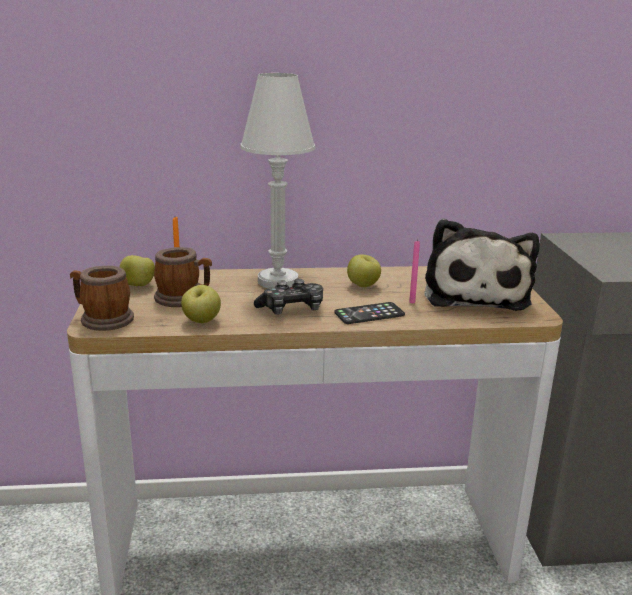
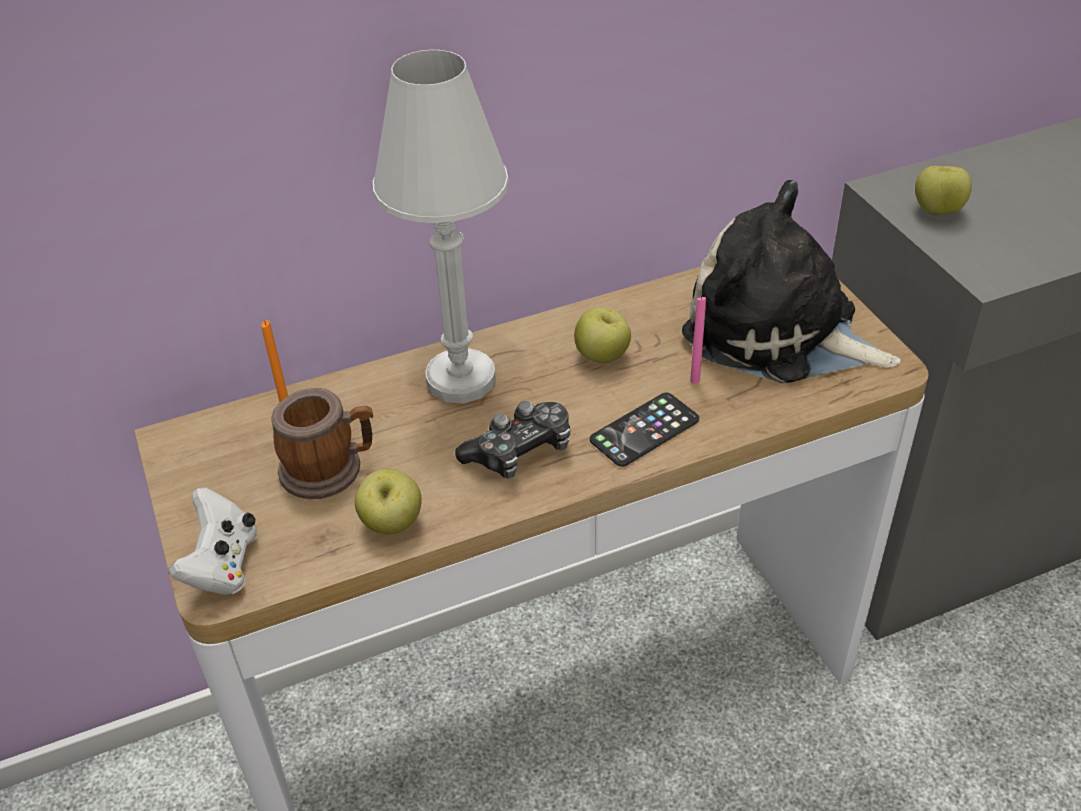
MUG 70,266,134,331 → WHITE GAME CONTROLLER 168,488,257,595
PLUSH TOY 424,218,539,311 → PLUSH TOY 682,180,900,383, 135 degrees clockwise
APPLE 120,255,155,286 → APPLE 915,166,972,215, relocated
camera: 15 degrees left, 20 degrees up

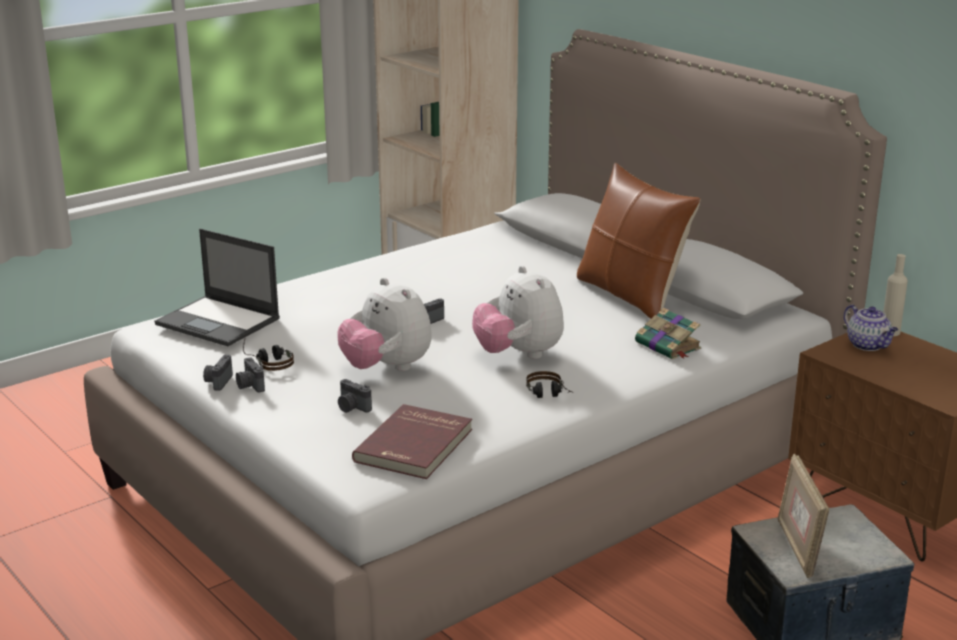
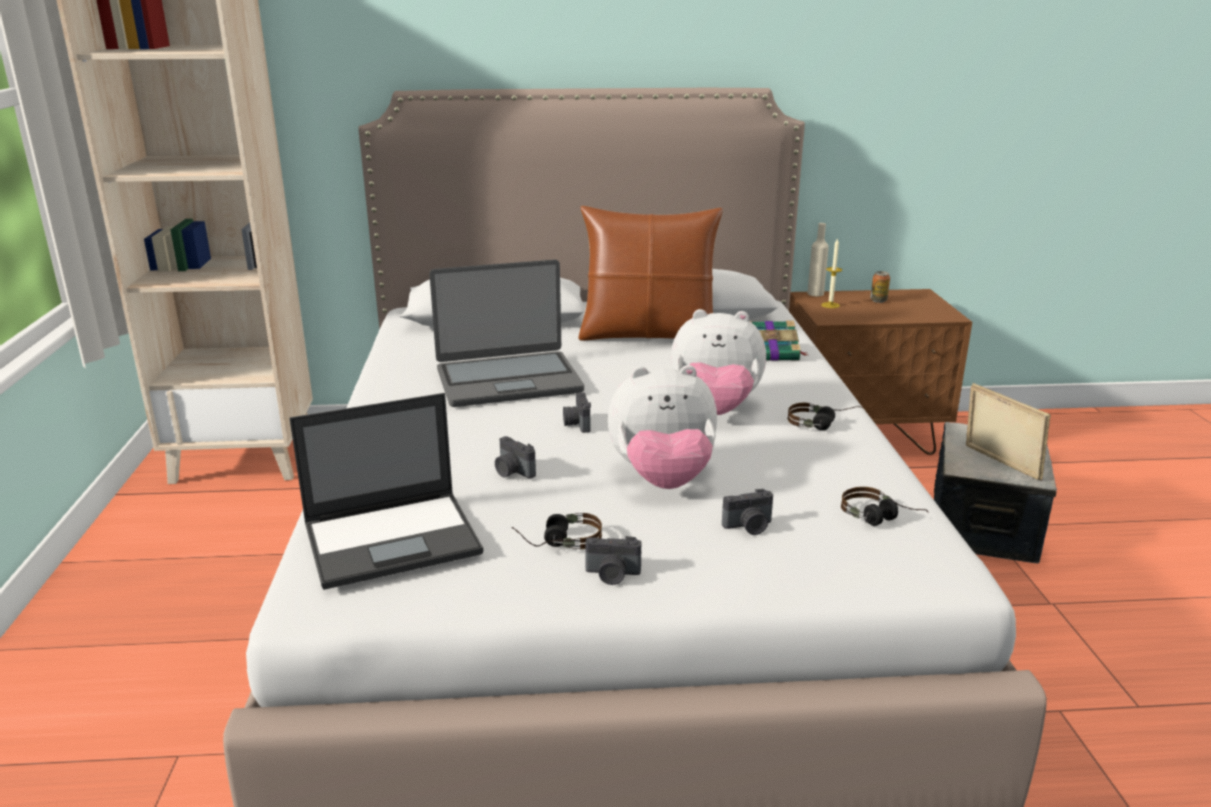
- → LAPTOP 429,259,584,407
PHOTO CAMERA 203,355,233,391 → PHOTO CAMERA 495,436,536,478, relocated
TEAPOT 844,305,898,351 → CANDLE 821,239,842,308
RED BOOK 352,404,472,479 → HEADPHONES 841,487,928,526
- → CAN 870,271,890,303
PICTURE FRAME 778,454,829,578 → PICTURE FRAME 966,382,1051,481, 150 degrees counterclockwise
camera: 55 degrees left, 0 degrees up

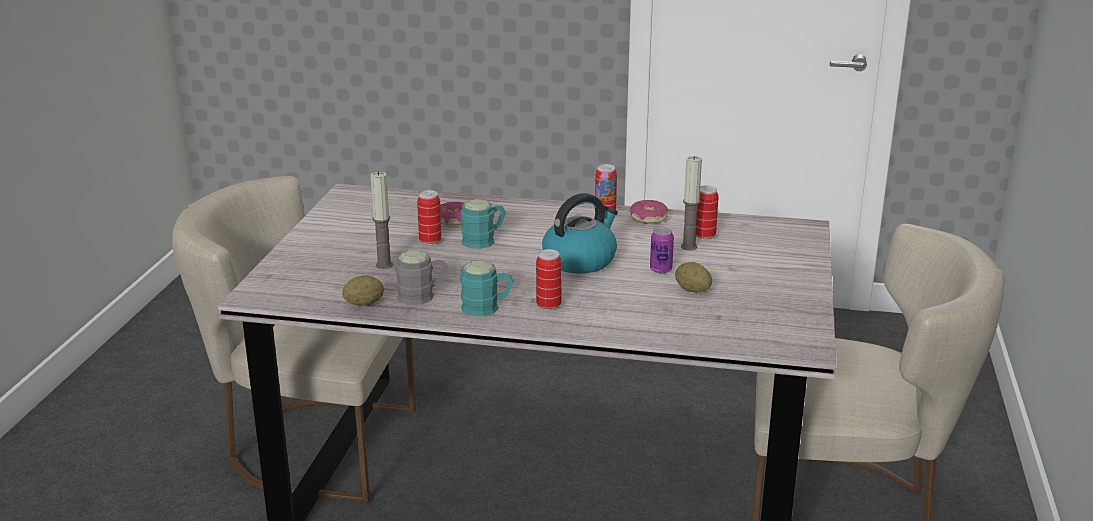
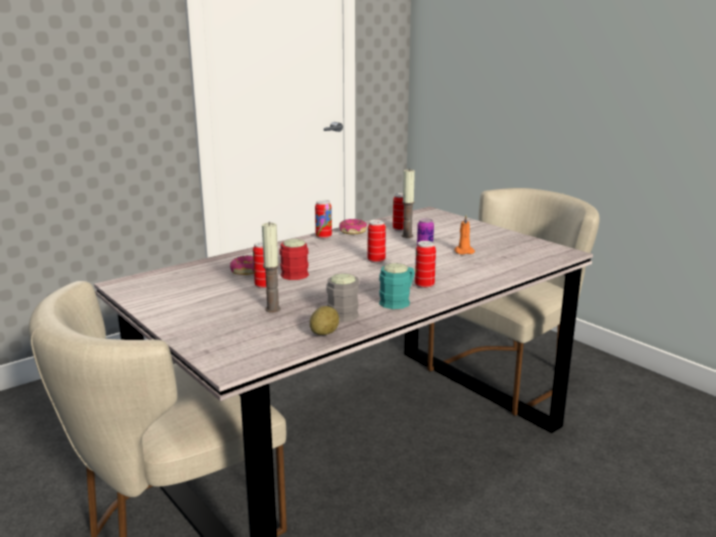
TURQUOISE MUG 461,199,506,249 → RED MUG 279,239,309,280
KETTLE 542,193,618,273 → CAN 368,220,386,263
POTATO 675,262,712,293 → ORANGE CANDLE 454,215,475,255
camera: 50 degrees left, 5 degrees down

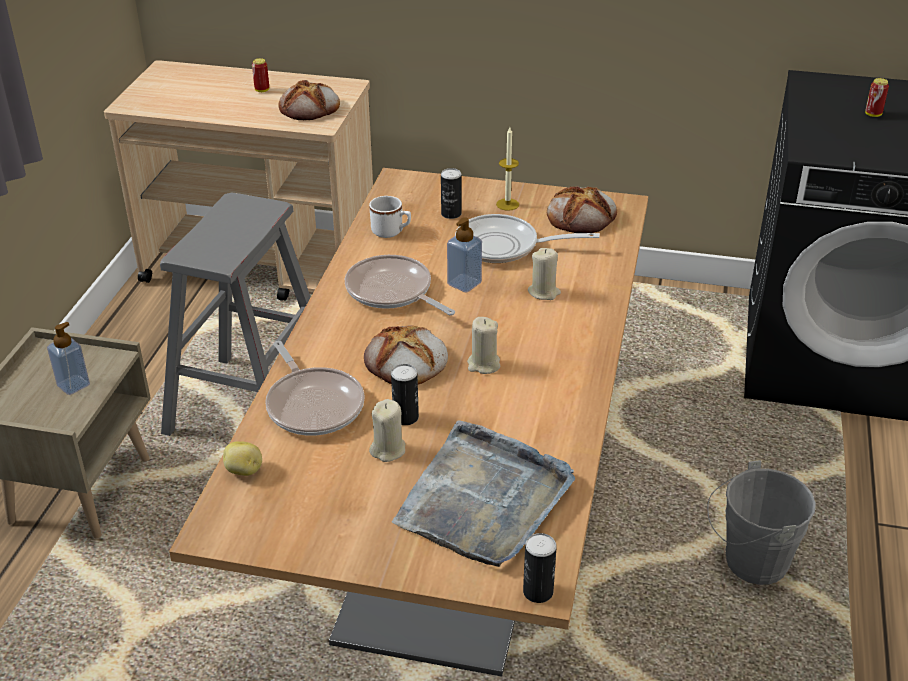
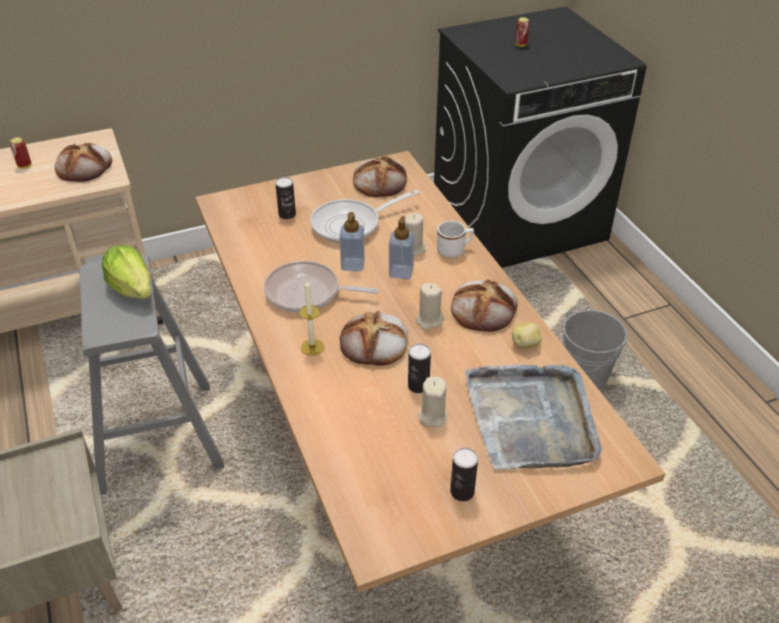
- → LETTUCE 102,245,151,299
CANDLE 496,127,519,211 → CANDLE 299,281,324,356, relocated
SOAP DISPENSER 47,322,90,395 → SOAP DISPENSER 389,216,414,280, relocated
WHITE MUG 369,196,411,238 → WHITE MUG 437,221,474,258, relocated
CAN 523,533,557,603 → CAN 450,448,478,501, relocated
- → BREAD 451,280,518,332
POTATO 223,441,262,476 → POTATO 512,322,542,349, relocated
FRYING PAN 265,341,365,436 → -
camera: 35 degrees left, 5 degrees up

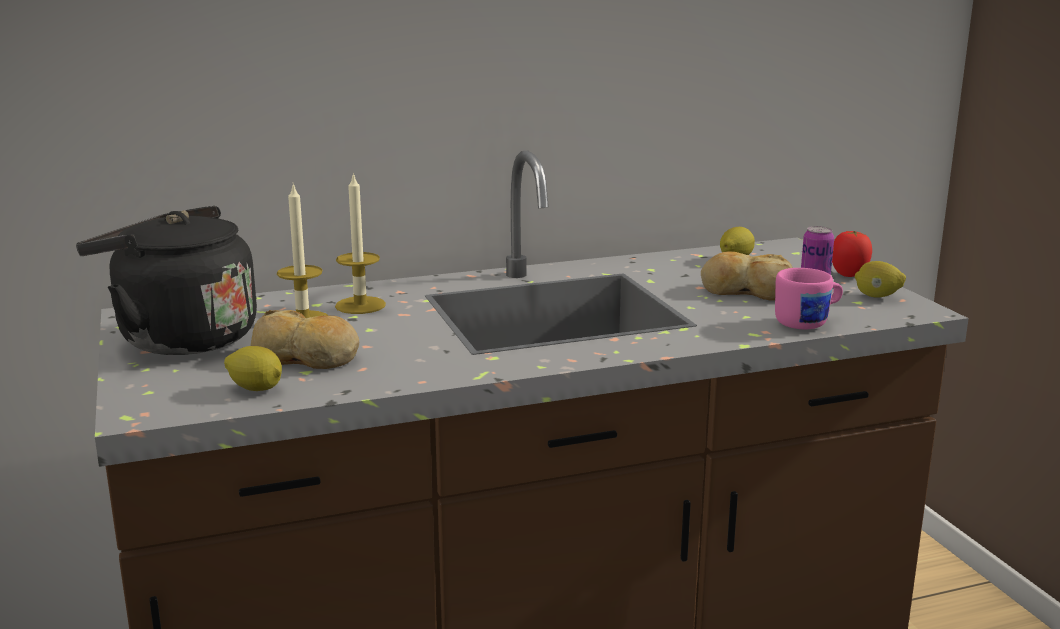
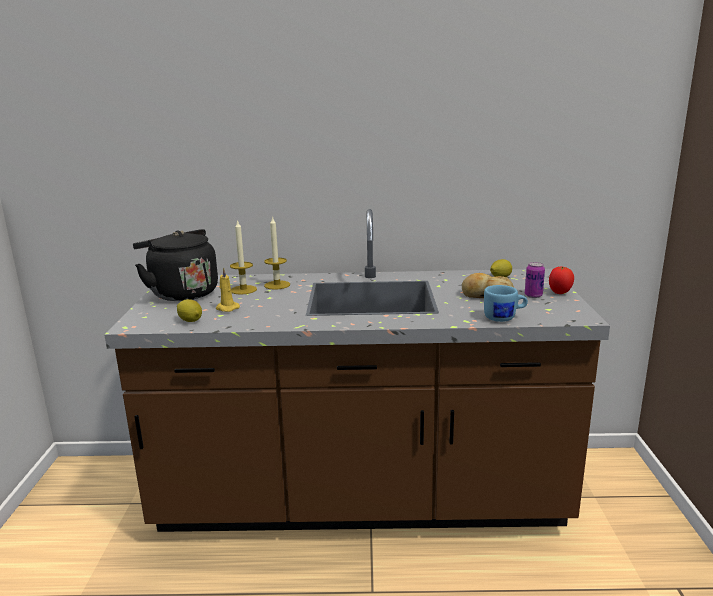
BREAD 251,310,359,369 → YELLOW CANDLE 216,267,240,312
PINK MUG 775,268,843,329 → BLUE MUG 484,285,528,322
LEMON 855,261,906,298 → -
camera: 20 degrees right, 0 degrees up

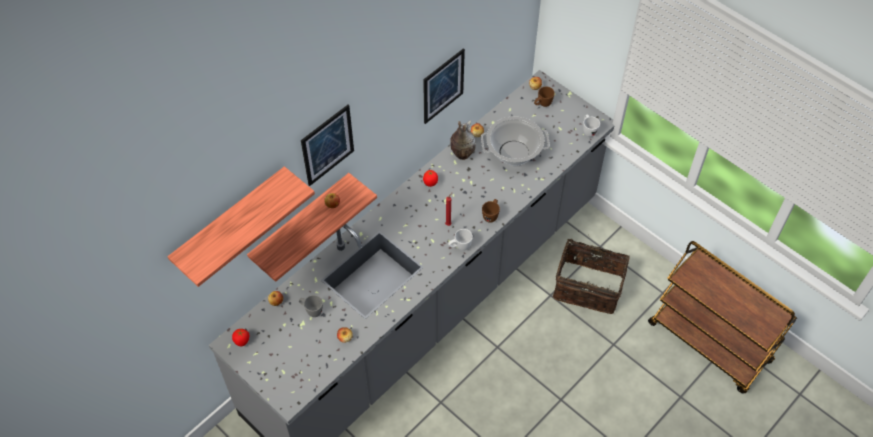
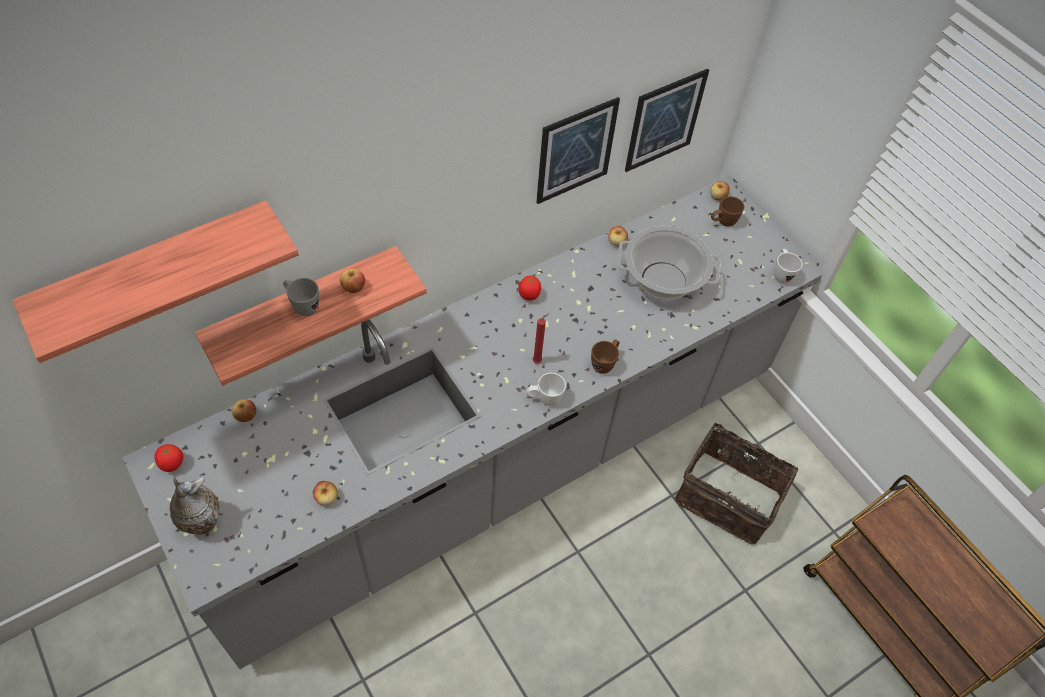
VASE 450,121,476,160 → VASE 170,477,219,535, relocated
GREY MUG 299,295,323,317 → GREY MUG 283,278,319,316, relocated
PICTURE 301,105,354,186 → PICTURE 625,69,709,172, relocated
camera: 10 degrees right, 0 degrees up

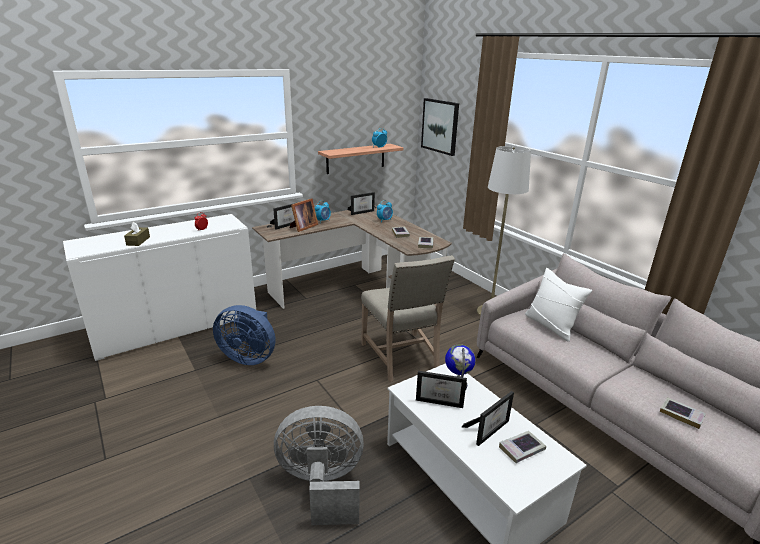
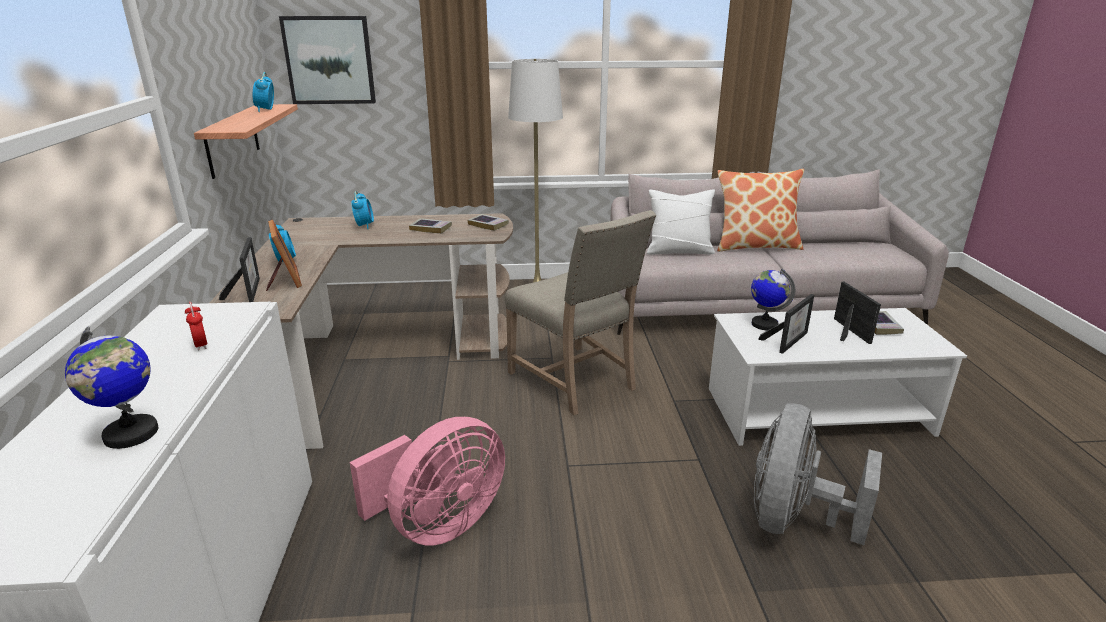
BROWN TISSUE BOX 124,222,150,246 → GLOBE 65,327,158,449
BLUE FAN 213,305,275,365 → PINK FAN 350,417,505,546
BEIGE CHAIR 361,255,455,382 → BEIGE CHAIR 505,210,656,415, 45 degrees clockwise
- → PILLOW 717,169,804,252
PICTURE FRAME 348,192,375,215 → -
BOOK 660,397,706,429 → -
camera: 60 degrees left, 0 degrees up

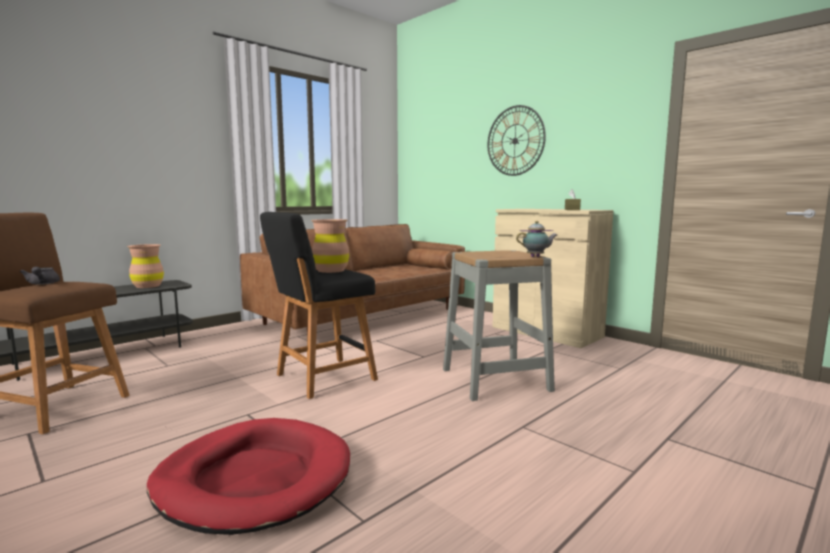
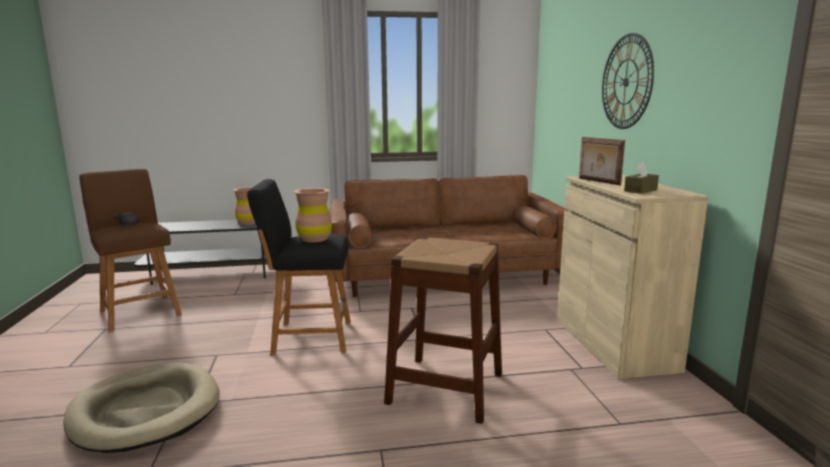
RED DOG BED 147,418,350,535 → BEIGE DOG BED 63,362,220,453
GREY STOOL 443,250,555,401 → BROWN STOOL 384,237,502,424
- → PICTURE FRAME 579,137,625,186
TEAPOT 516,221,557,257 → -
camera: 35 degrees right, 5 degrees up

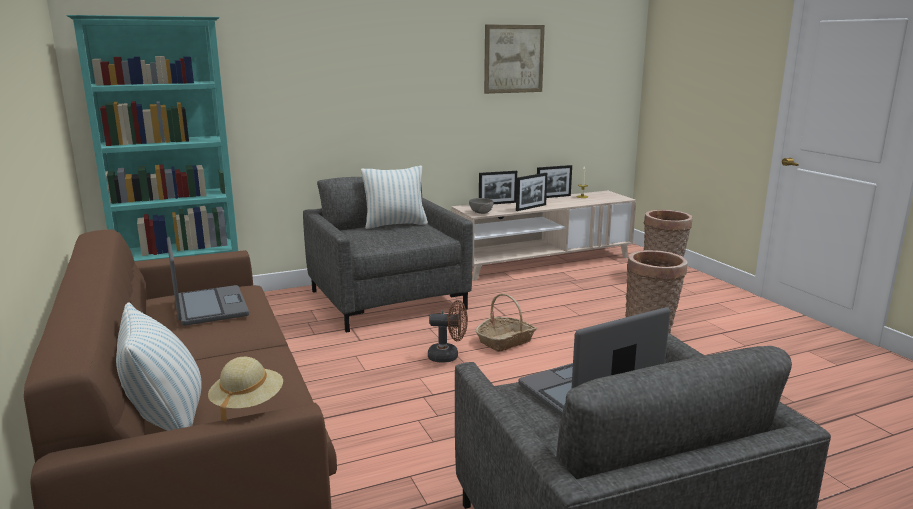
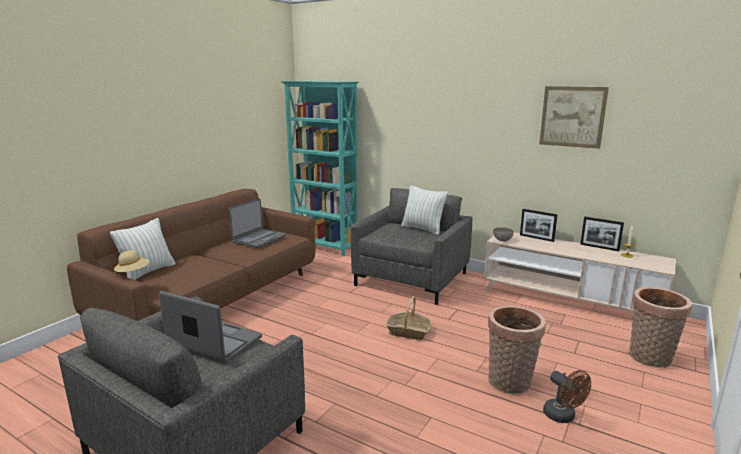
BROWN FAN 428,300,468,363 → BROWN FAN 543,370,591,423, relocated
PICTURE FRAME 516,173,547,211 → -
camera: 55 degrees right, 0 degrees up

